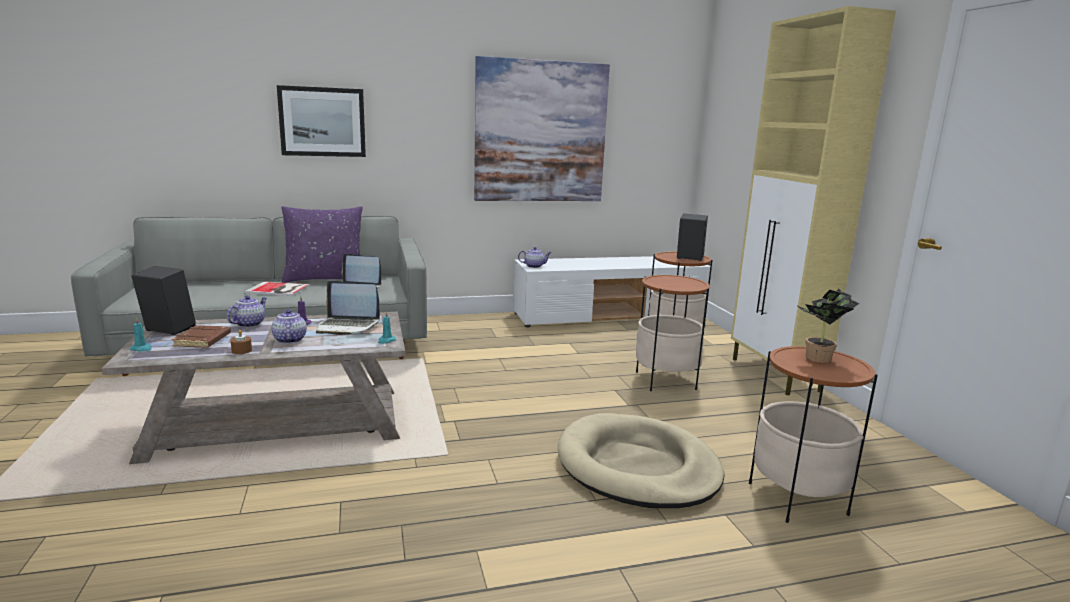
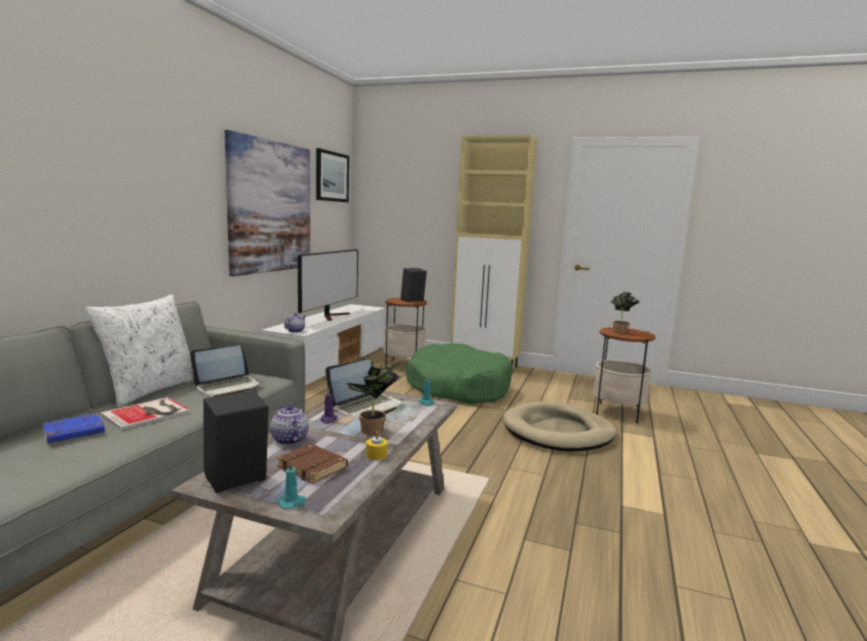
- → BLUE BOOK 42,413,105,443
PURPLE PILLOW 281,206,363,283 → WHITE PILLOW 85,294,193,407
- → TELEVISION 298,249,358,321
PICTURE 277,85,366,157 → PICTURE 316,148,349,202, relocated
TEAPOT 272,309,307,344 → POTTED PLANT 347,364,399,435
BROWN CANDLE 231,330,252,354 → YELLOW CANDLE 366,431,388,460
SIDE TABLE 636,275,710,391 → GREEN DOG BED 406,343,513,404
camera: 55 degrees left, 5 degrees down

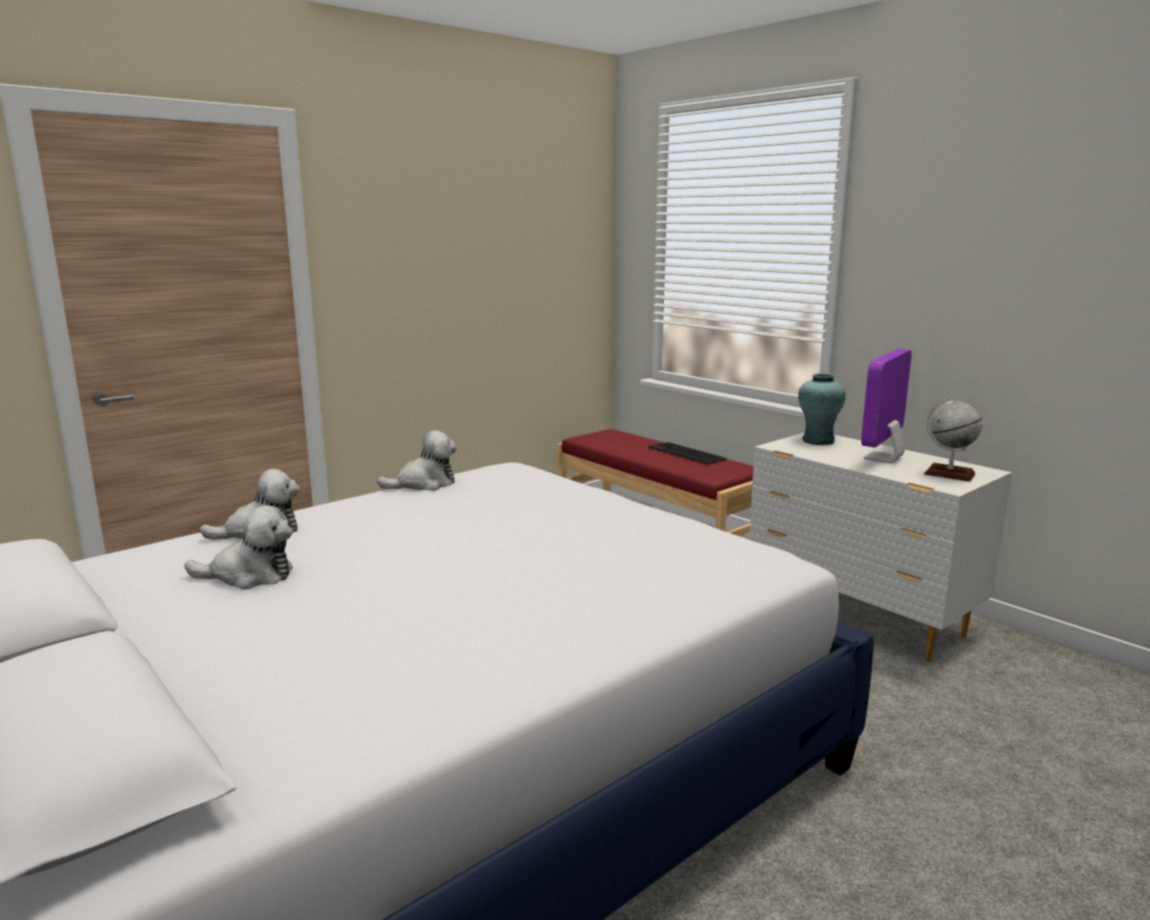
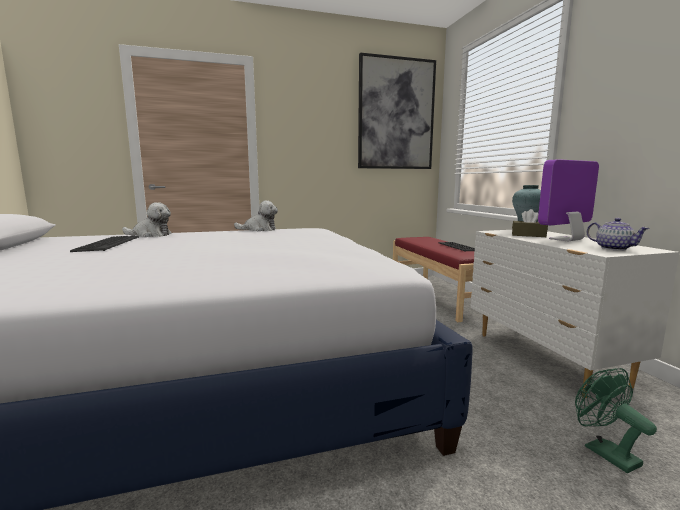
PLUSH TOY 184,505,293,590 → KEYBOARD 70,235,139,252
- → PICTURE 358,52,436,169
- → BROWN TISSUE BOX 512,209,548,237
- → GREEN FAN 575,368,657,473
GLOBE 924,398,982,482 → TEAPOT 587,218,650,251
camera: 25 degrees right, 5 degrees down

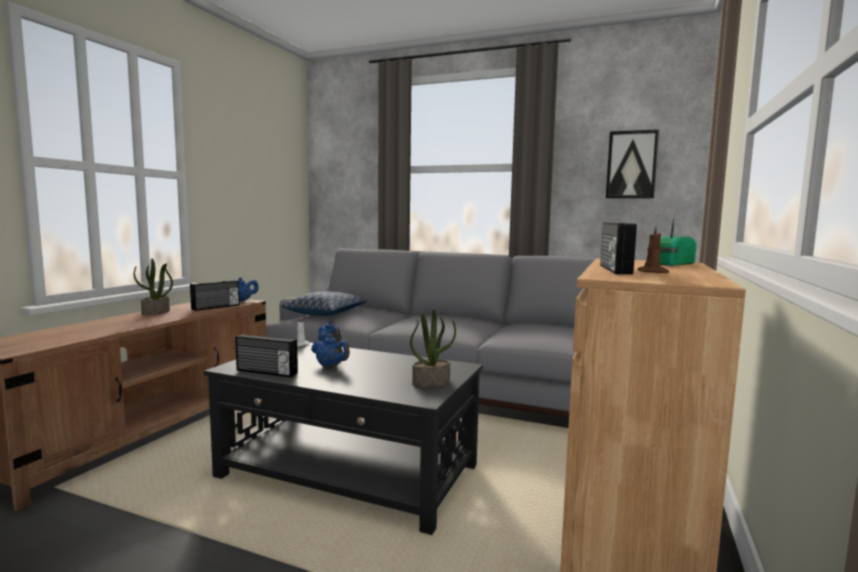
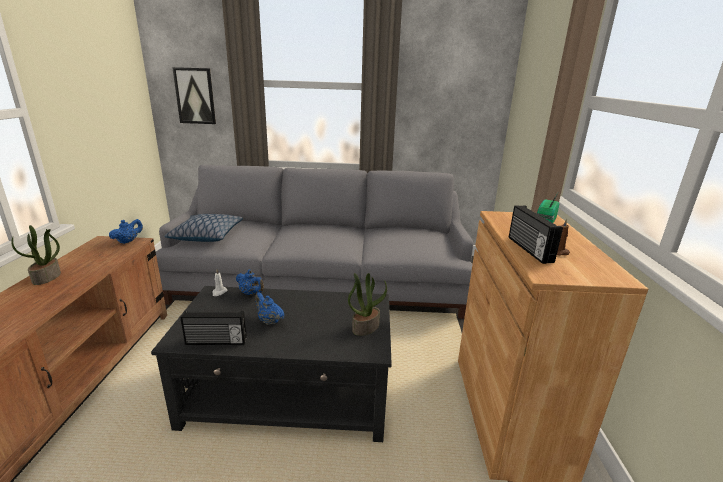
PICTURE 606,129,659,198 → PICTURE 172,67,216,124, relocated
BLUE TEAPOT 311,333,350,367 → BLUE TEAPOT 255,292,284,325, 150 degrees counterclockwise
RADIO 190,280,240,311 → -
camera: 20 degrees left, 15 degrees up

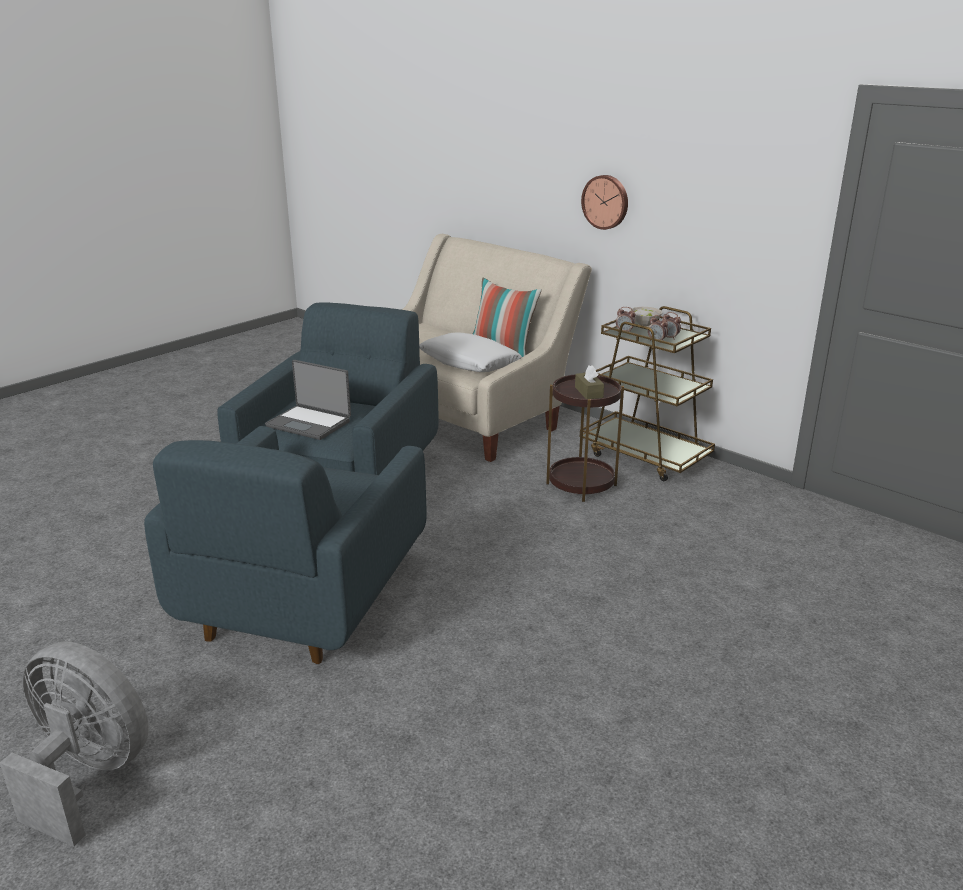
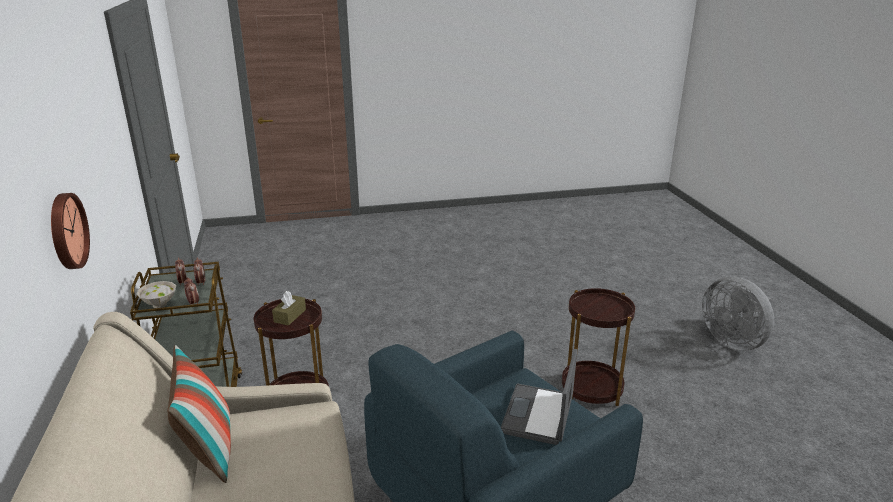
LAPTOP 265,360,351,440 → LAPTOP 501,349,577,445, 135 degrees counterclockwise
BLUE ARMCHAIR 144,426,427,664 → BROWN SIDE TABLE 562,288,635,407
WHITE PILLOW 419,333,522,372 → -
camera: 145 degrees left, 0 degrees up

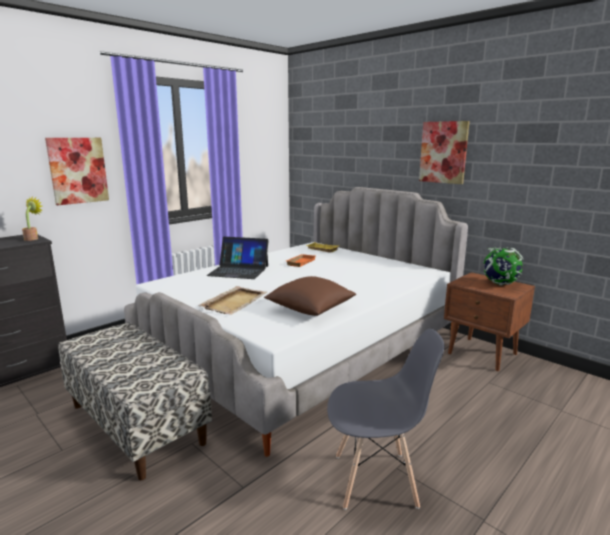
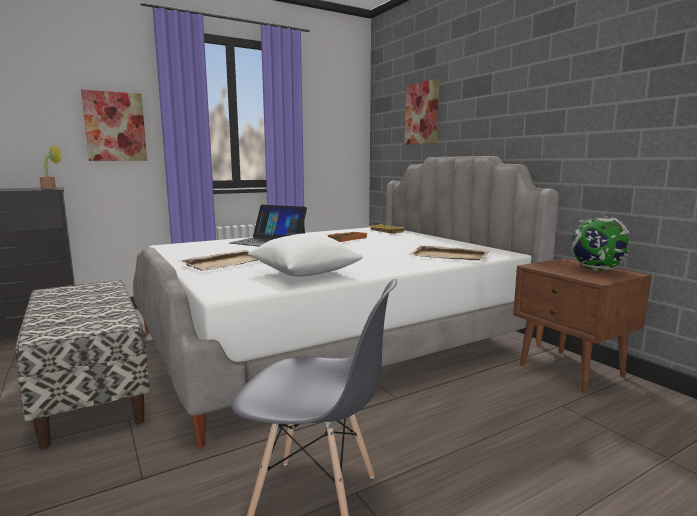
BROWN PILLOW 264,276,356,316 → WHITE PILLOW 248,233,363,277
PICTURE 419,121,470,184 → PICTURE 405,79,439,145, relocated
- → BEIGE TRAY 408,246,490,260
camera: 15 degrees right, 5 degrees down

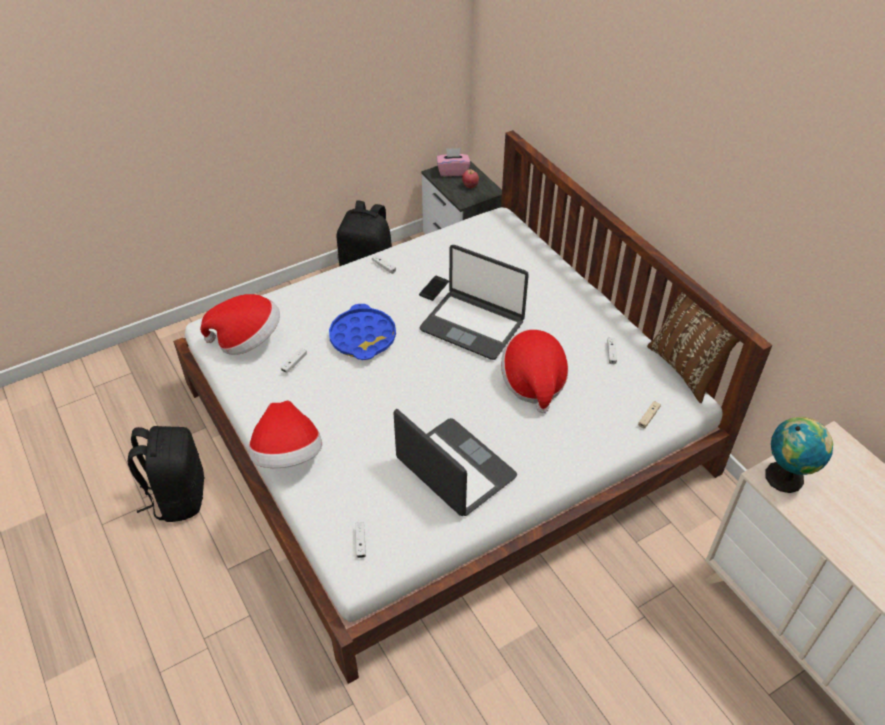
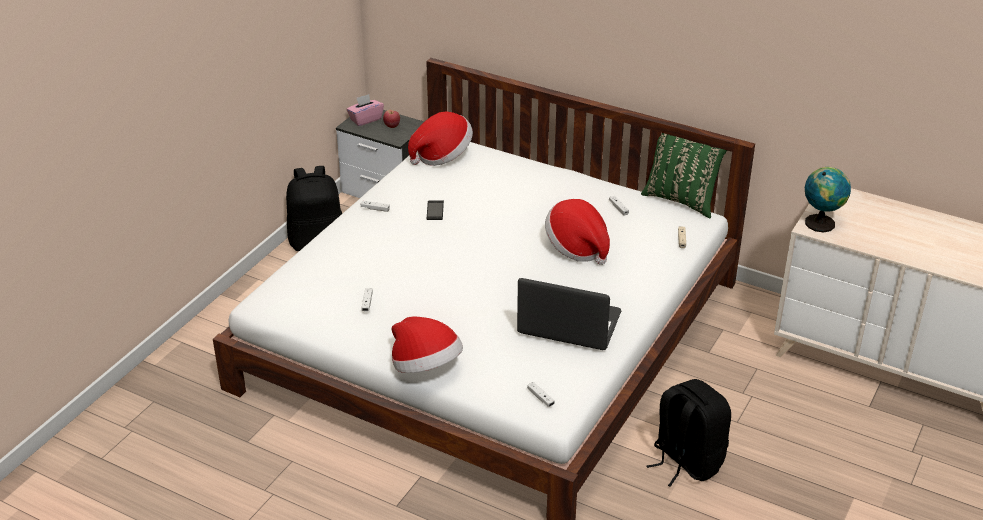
HAT 200,294,280,355 → HAT 408,111,473,166, relocated
BROWN PILLOW 647,292,740,403 → GREEN PILLOW 641,133,727,218
BLACK BACKPACK 128,426,204,522 → BLACK BACKPACK 646,379,731,487, relocated
BLUE TRAY 329,304,396,360 → -
LAPTOP 420,245,529,360 → -
camera: 30 degrees left, 10 degrees down

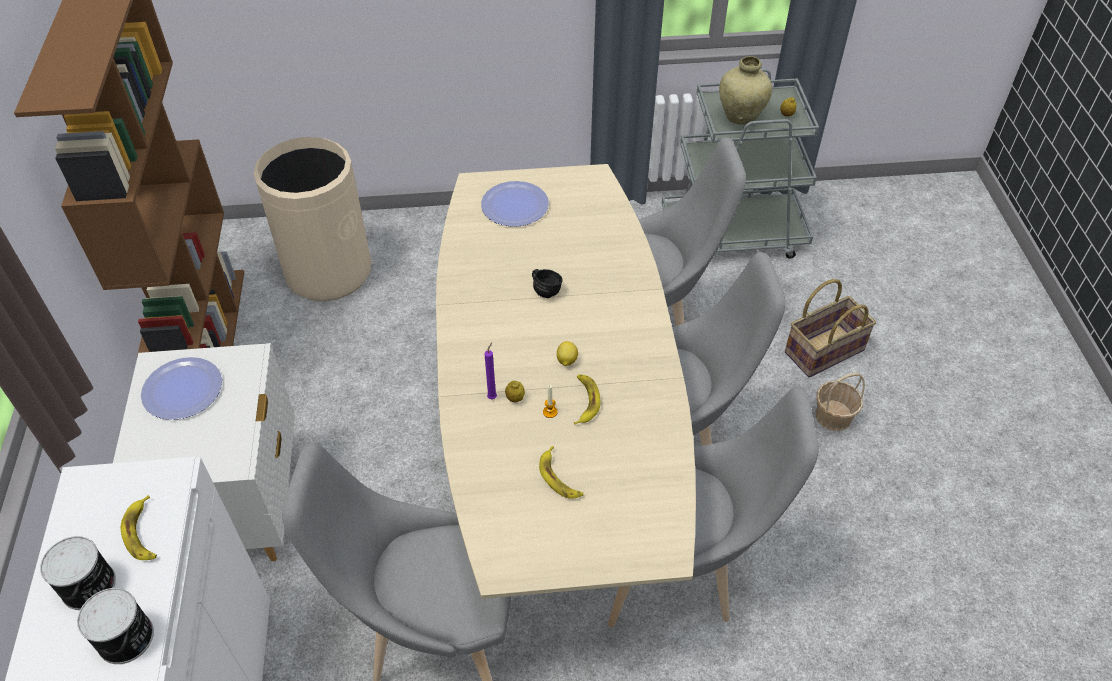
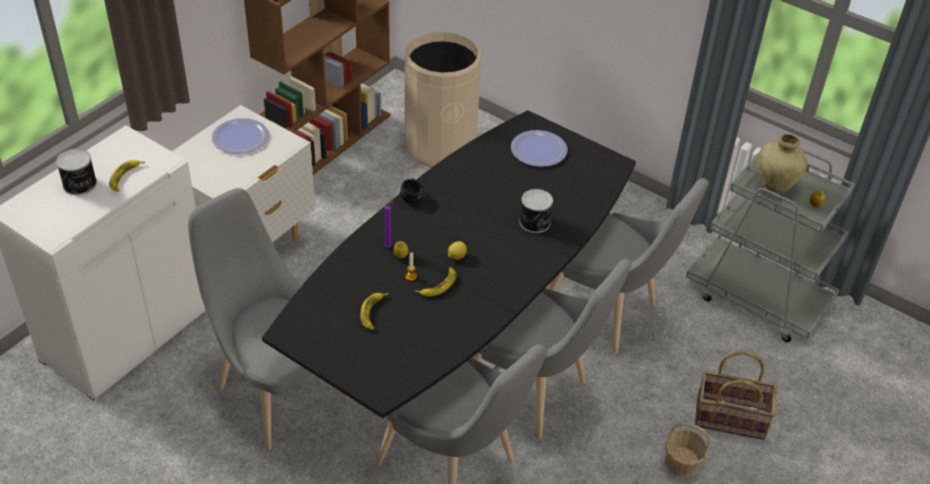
BEIGE DINING TABLE 436,164,696,599 → BLACK DINING TABLE 262,110,636,418
BLACK MUG 532,269,563,298 → BLACK MUG 400,178,424,203, relocated
CAN 77,588,154,664 → CAN 519,189,553,233, relocated
camera: 40 degrees right, 5 degrees down

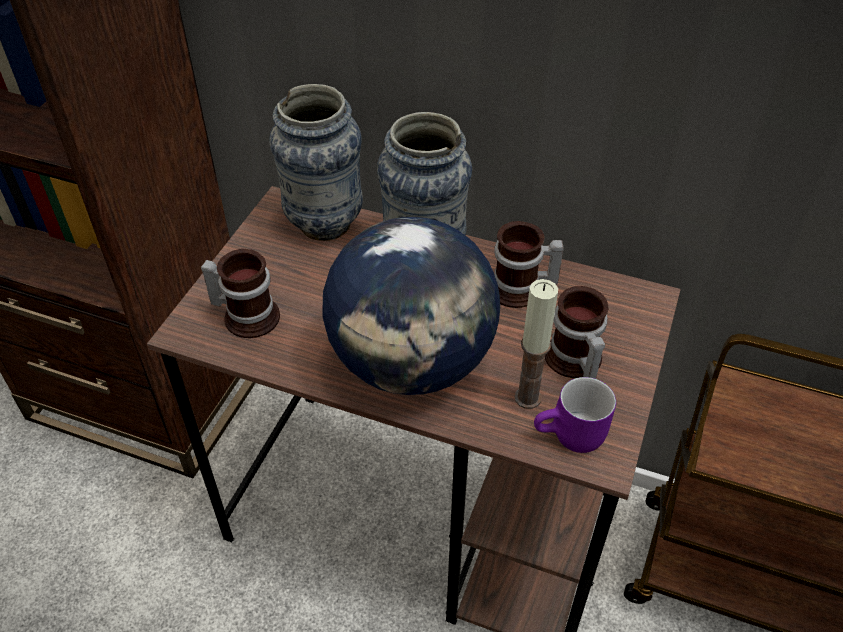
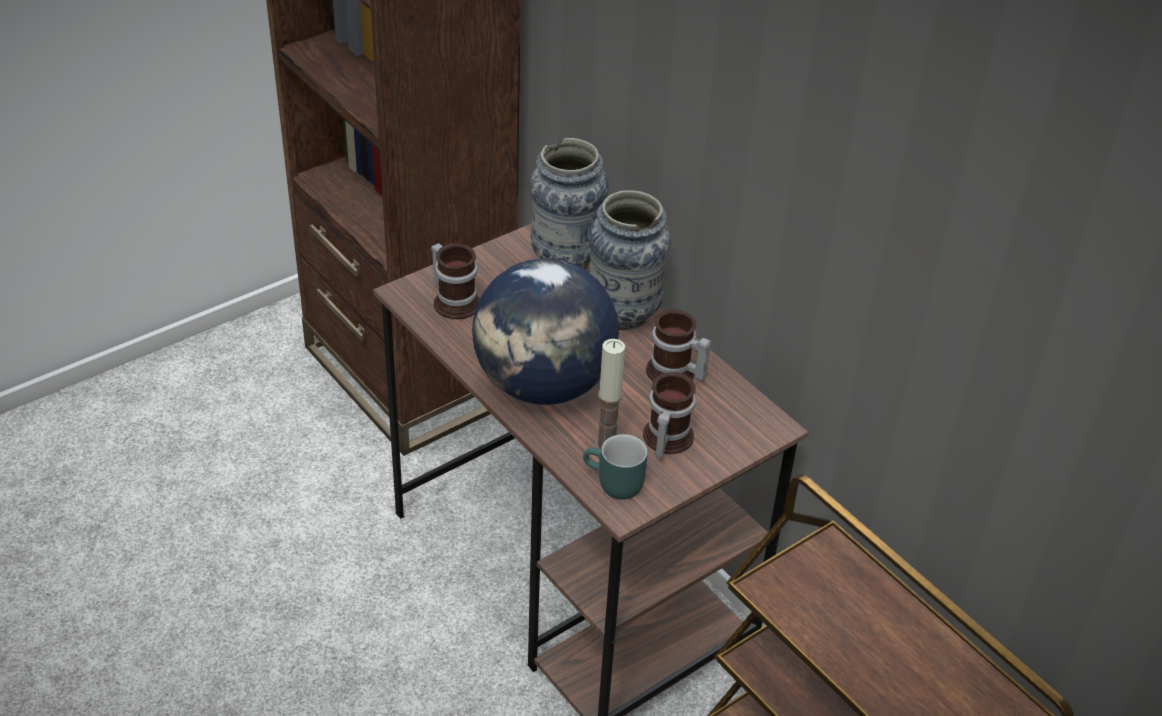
PURPLE MUG 534,377,616,453 → TURQUOISE MUG 583,434,648,500
camera: 30 degrees right, 5 degrees down

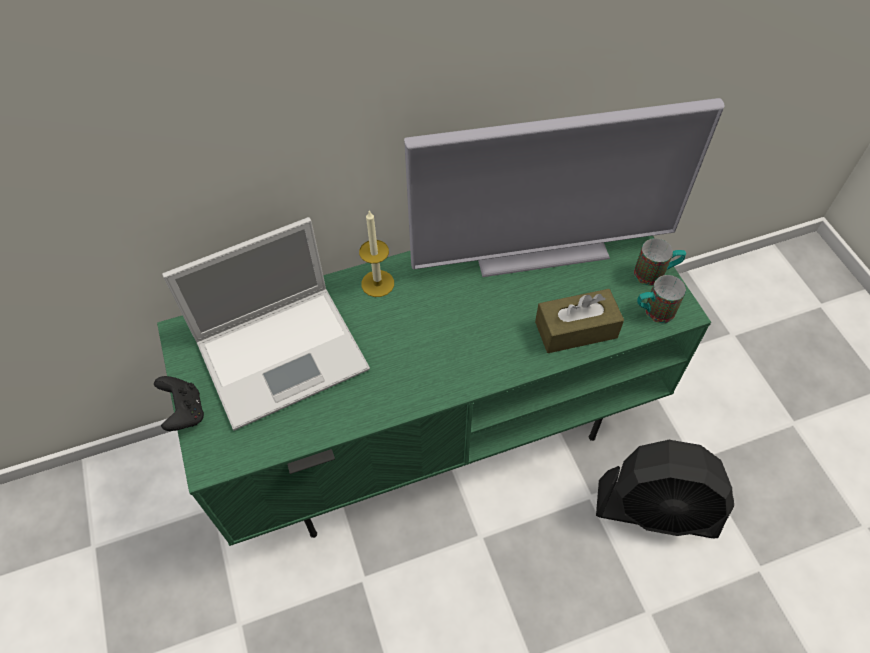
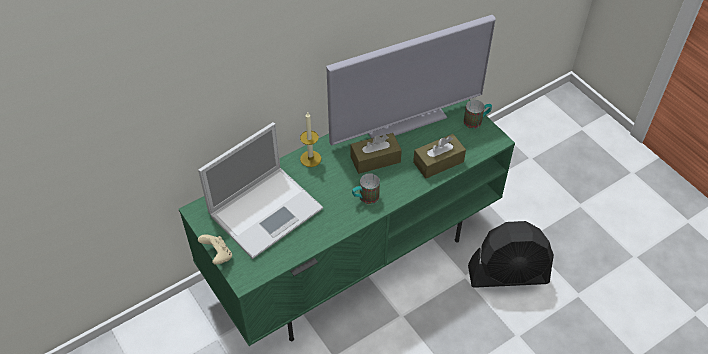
BLACK GAME CONTROLLER 154,376,204,431 → BEIGE GAME CONTROLLER 198,235,232,265
- → BROWN TISSUE BOX 350,133,402,174
MUG 637,275,686,323 → MUG 352,173,380,205, relocated
camera: 15 degrees left, 5 degrees down

